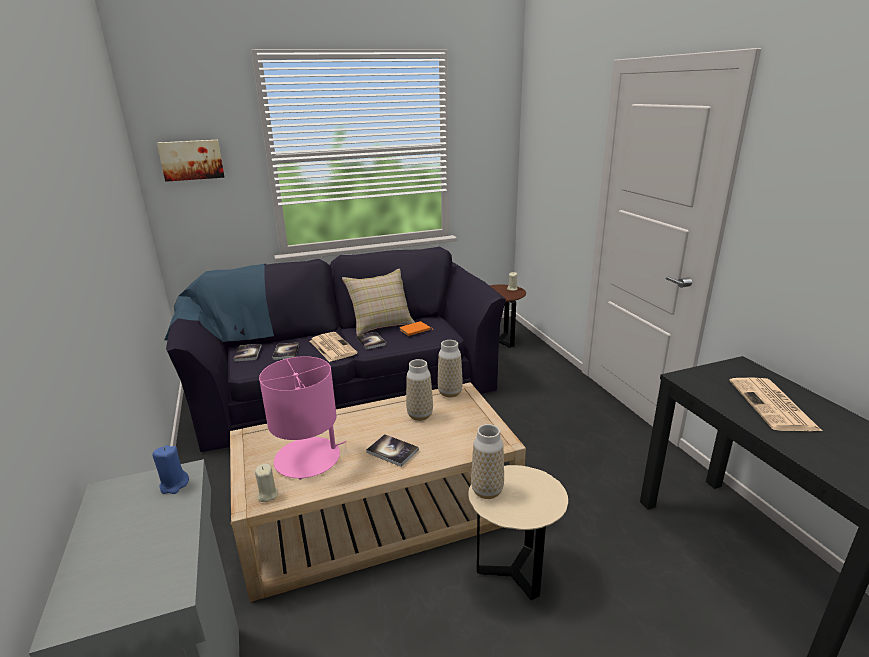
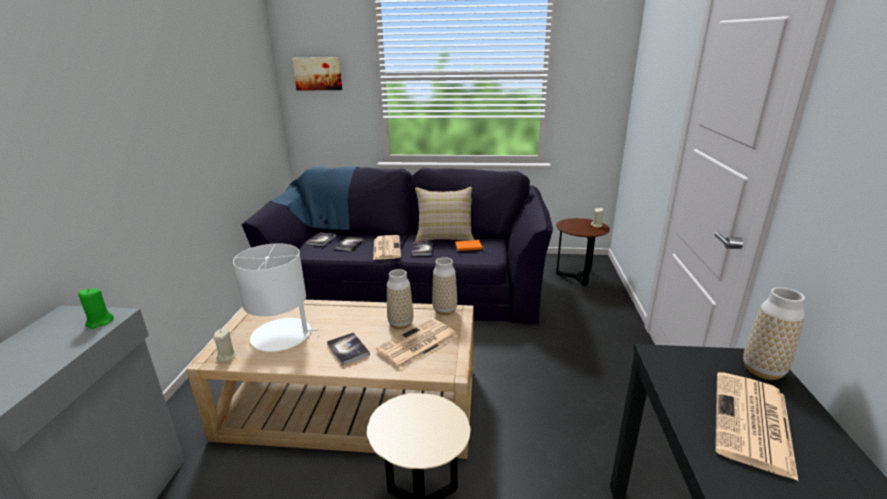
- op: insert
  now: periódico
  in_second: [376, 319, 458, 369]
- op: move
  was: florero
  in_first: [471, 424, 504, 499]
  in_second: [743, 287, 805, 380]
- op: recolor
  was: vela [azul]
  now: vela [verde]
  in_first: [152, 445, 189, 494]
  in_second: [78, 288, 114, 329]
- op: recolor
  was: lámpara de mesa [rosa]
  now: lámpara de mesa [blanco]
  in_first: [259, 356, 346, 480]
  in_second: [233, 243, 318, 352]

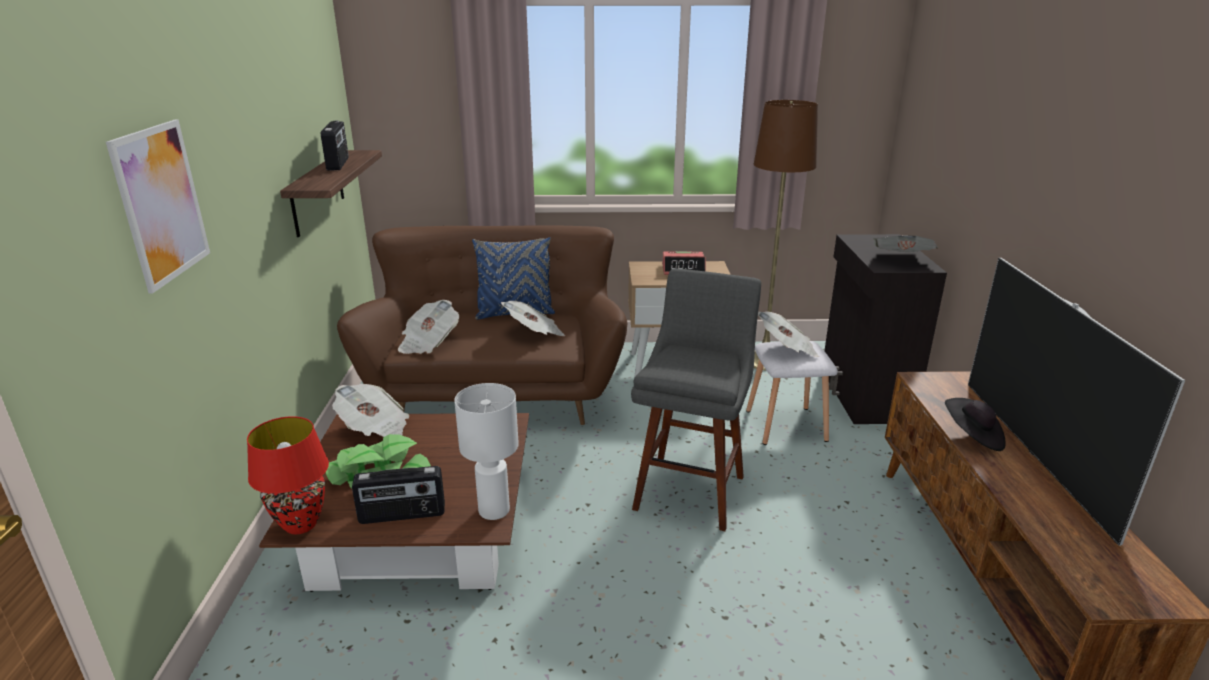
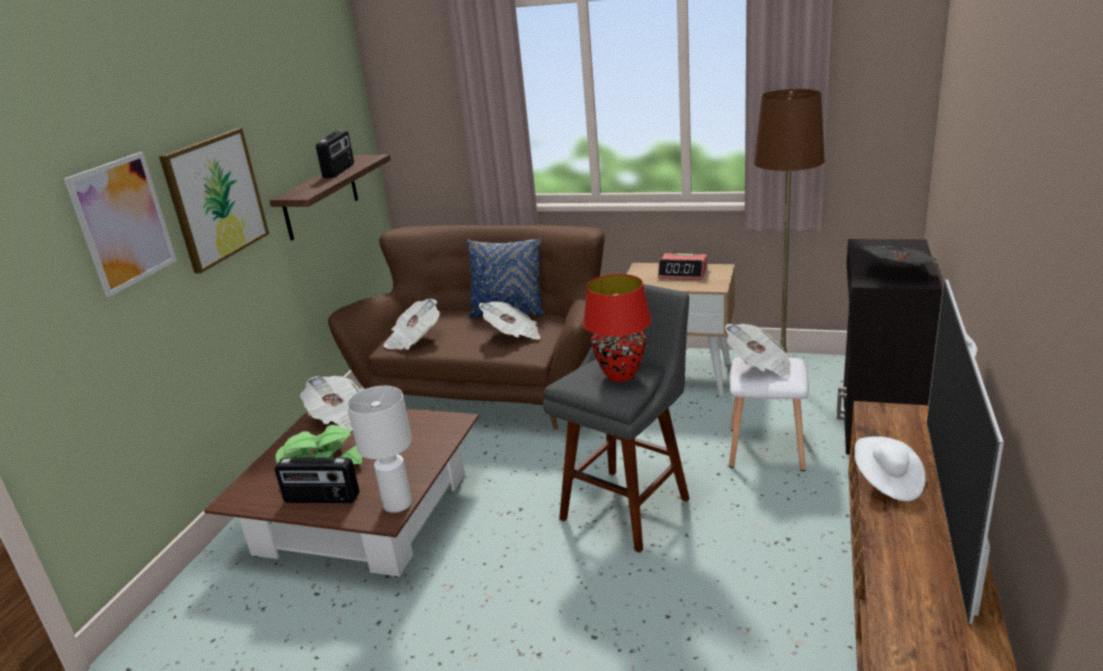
- op: insert
  now: cuadro
  in_second: [159, 128, 269, 273]
- op: move
  was: lámpara de mesa [rojo]
  in_first: [247, 416, 329, 534]
  in_second: [583, 274, 652, 382]
- op: recolor
  was: sombrero [negro]
  now: sombrero [blanco]
  in_first: [945, 398, 1006, 451]
  in_second: [855, 436, 926, 501]

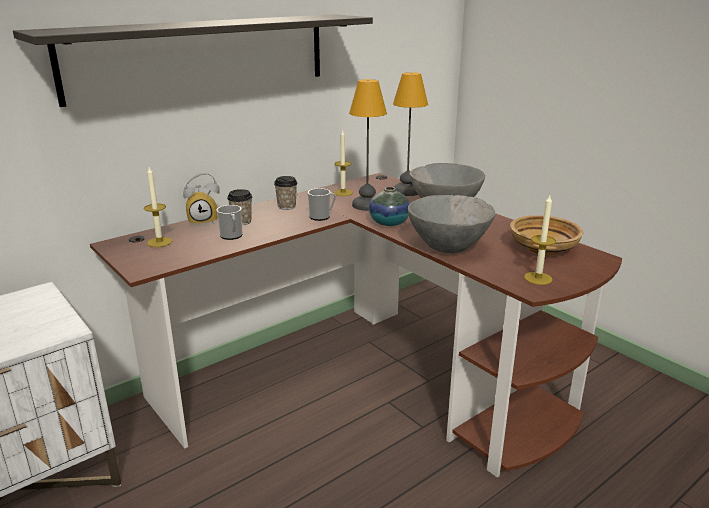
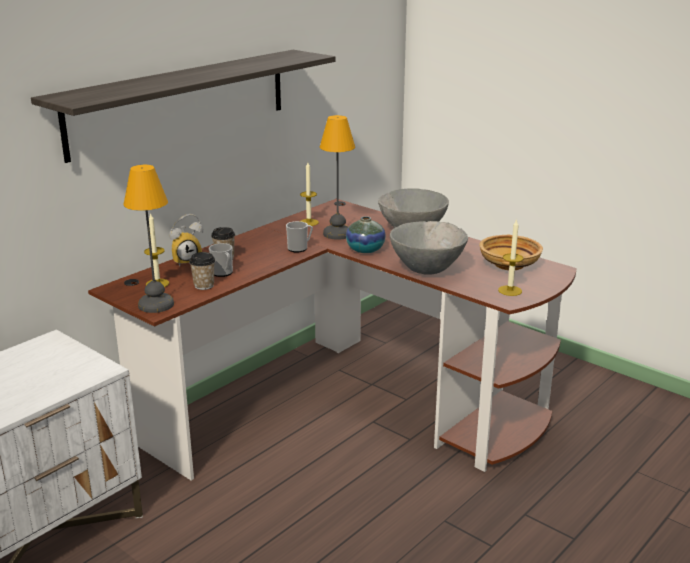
- op: move
  was: taza
  in_first: [274, 176, 297, 210]
  in_second: [189, 252, 215, 290]
- op: move
  was: lámpara de mesa
  in_first: [393, 72, 428, 196]
  in_second: [123, 165, 174, 313]

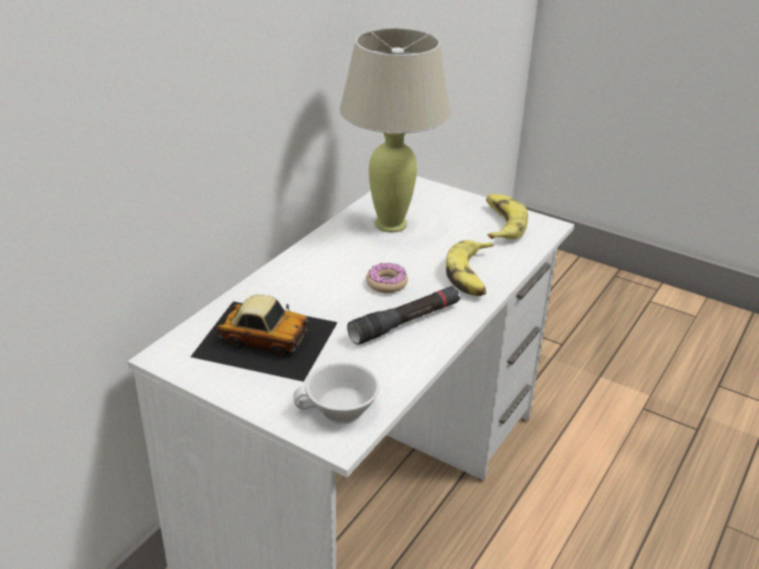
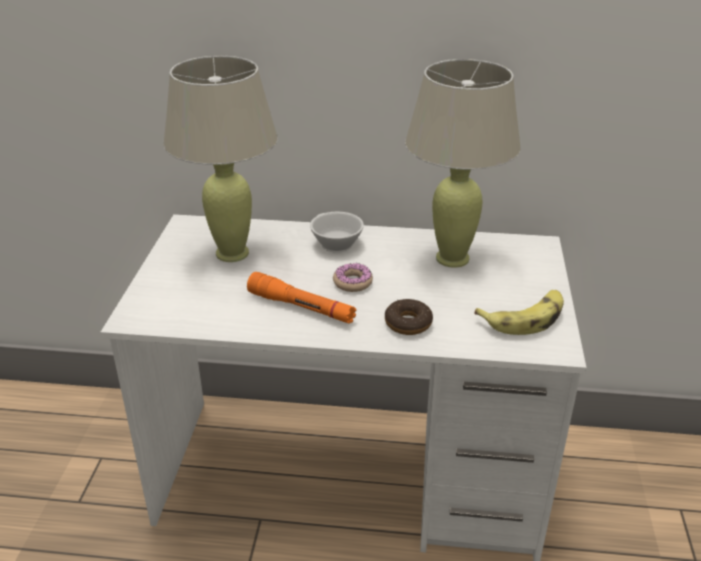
- op: move
  was: taza [blanco]
  in_first: [293, 362, 380, 424]
  in_second: [310, 212, 364, 253]
- op: replace
  was: coche de juguete
  now: lámpara de mesa [beis]
  in_first: [191, 295, 338, 382]
  in_second: [163, 56, 278, 262]
- op: replace
  was: plátano
  now: rosquilla
  in_first: [446, 240, 494, 296]
  in_second: [385, 299, 433, 335]
- op: recolor
  was: linterna [negro]
  now: linterna [naranja]
  in_first: [347, 286, 460, 345]
  in_second: [247, 272, 356, 324]

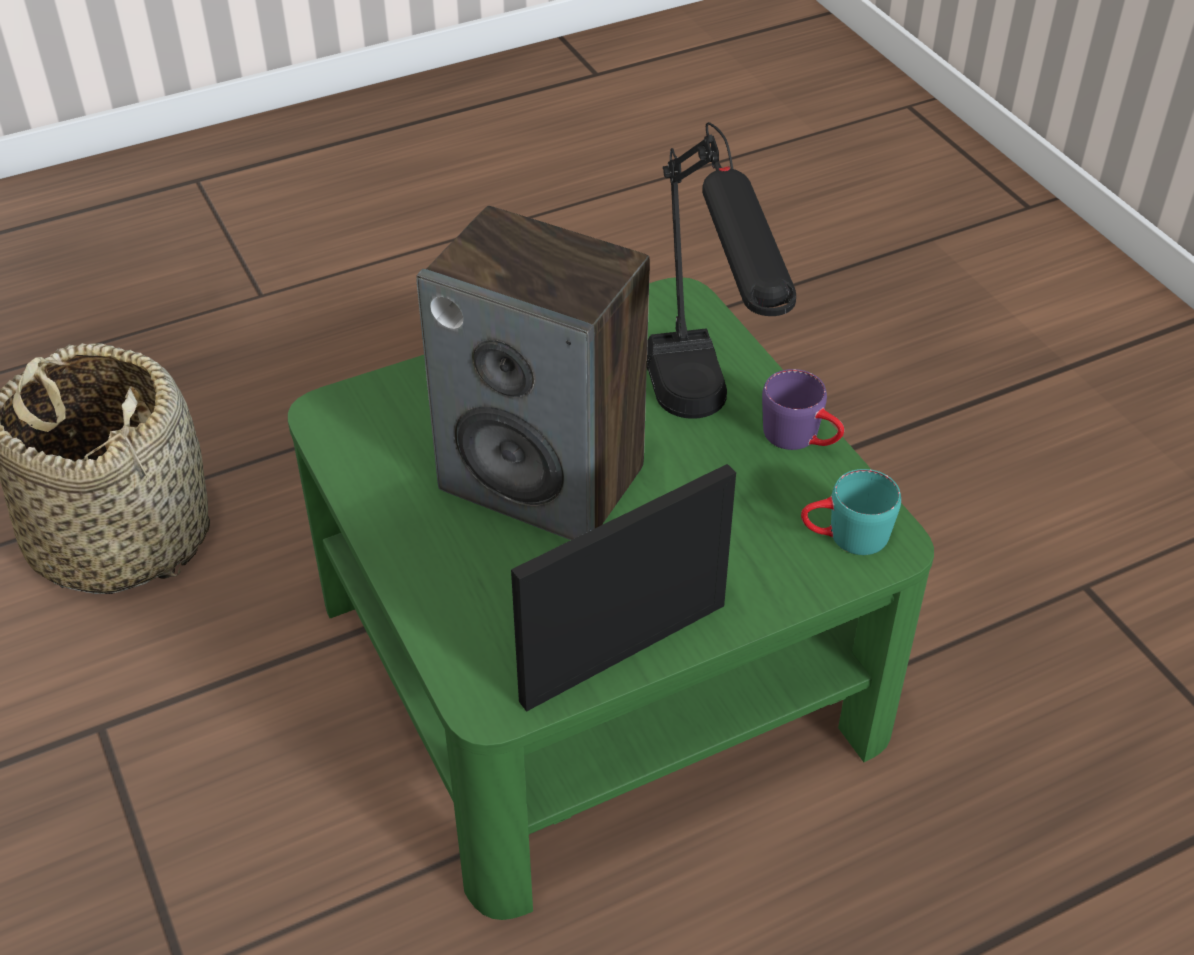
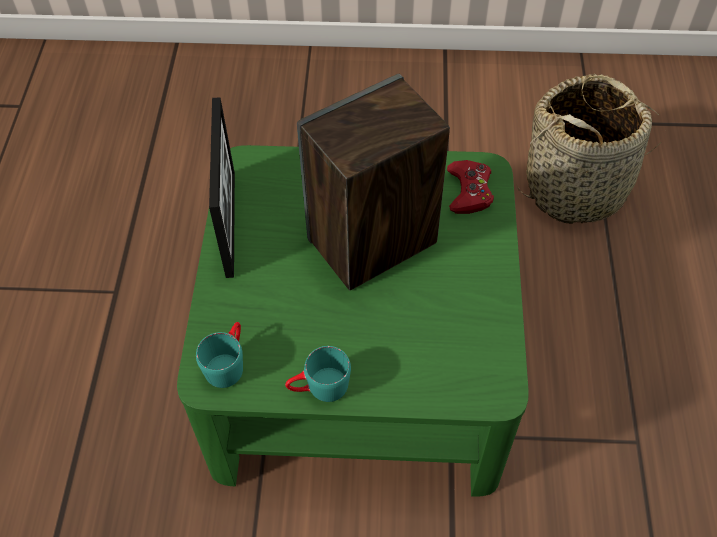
- op: delete
  was: lámpara de mesa [negro]
  in_first: [647, 122, 796, 419]
- op: insert
  now: mando de consola [rojo]
  in_second: [447, 160, 494, 214]
- op: recolor
  was: taza grande [morado]
  now: taza grande [turquesa]
  in_first: [762, 369, 844, 450]
  in_second: [285, 346, 351, 402]

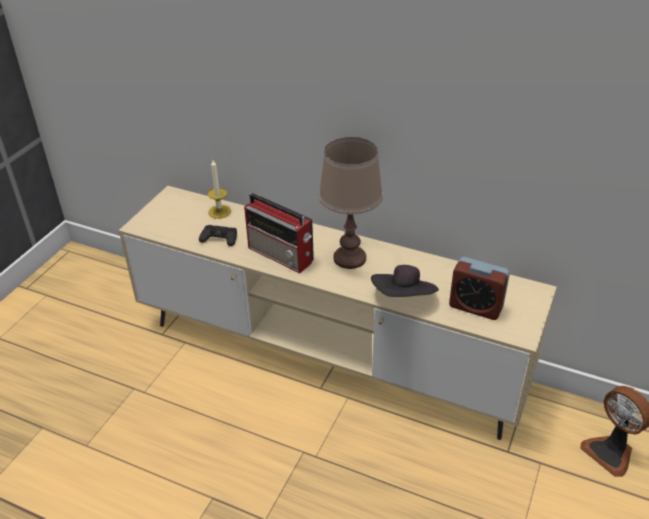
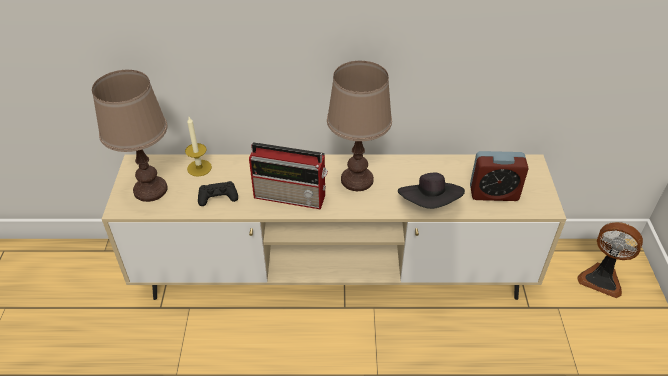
- op: insert
  now: lámpara de mesa [marrón]
  in_second: [92, 70, 168, 202]

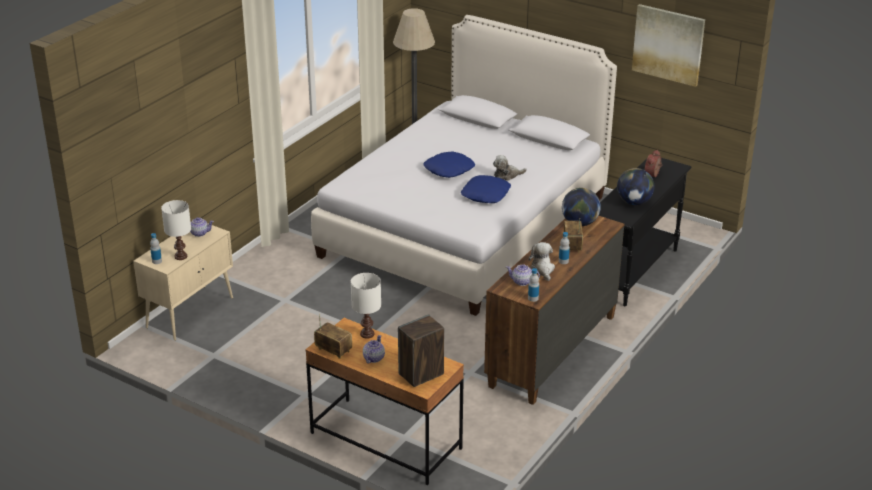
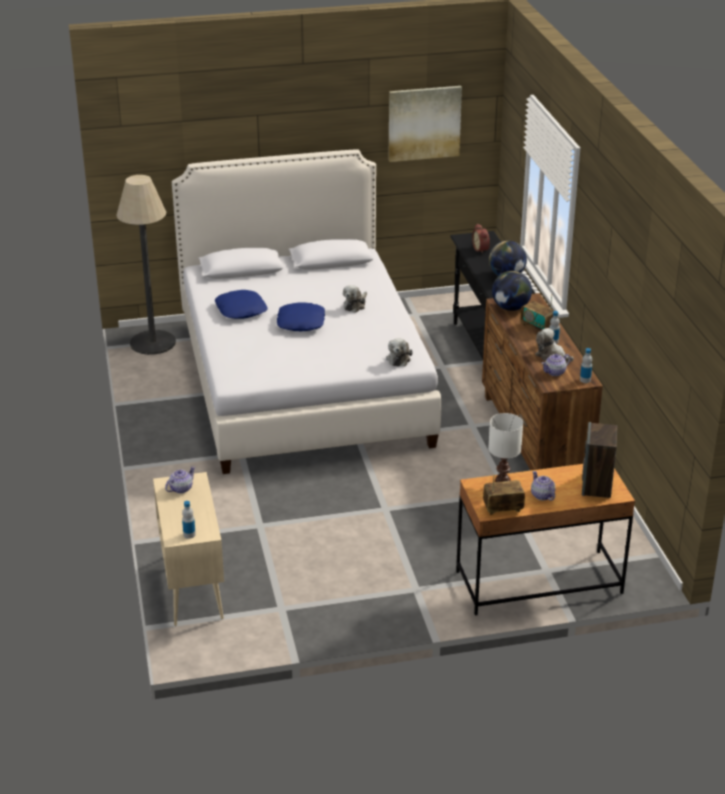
- op: delete
  was: lámpara de mesa [blanco]
  in_first: [161, 200, 191, 260]
- op: insert
  now: peluche
  in_second: [386, 338, 413, 366]
- op: move
  was: cojín [azul]
  in_first: [461, 175, 511, 203]
  in_second: [215, 290, 268, 319]

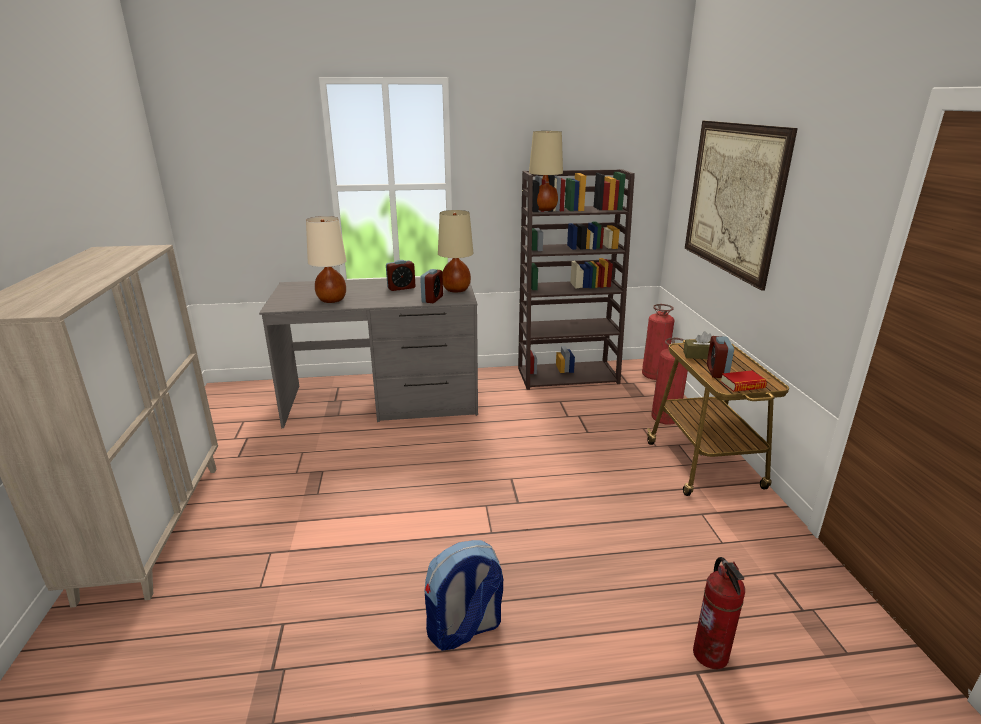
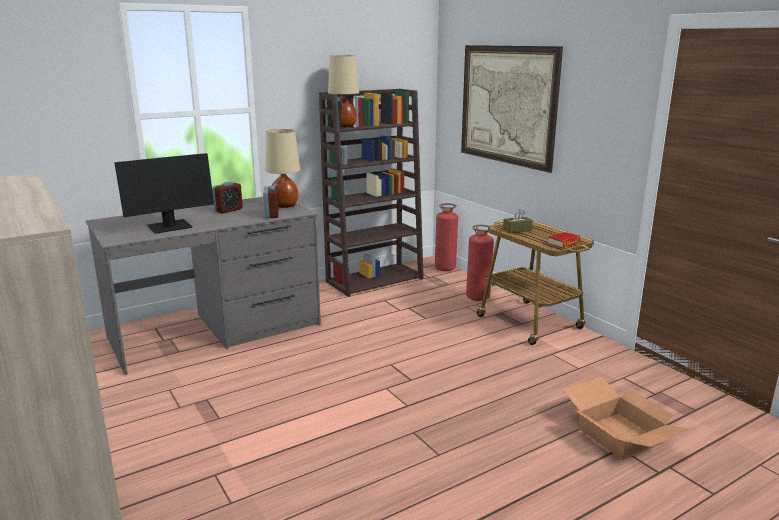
- op: delete
  was: mochila
  in_first: [425, 540, 503, 651]
- op: delete
  was: despertador
  in_first: [707, 336, 734, 378]
- op: replace
  was: lámpara de mesa [beis]
  now: monitor
  in_first: [306, 216, 347, 303]
  in_second: [114, 153, 214, 234]
- op: replace
  was: extintor
  now: caja de cartón
  in_first: [693, 557, 745, 669]
  in_second: [563, 377, 691, 460]

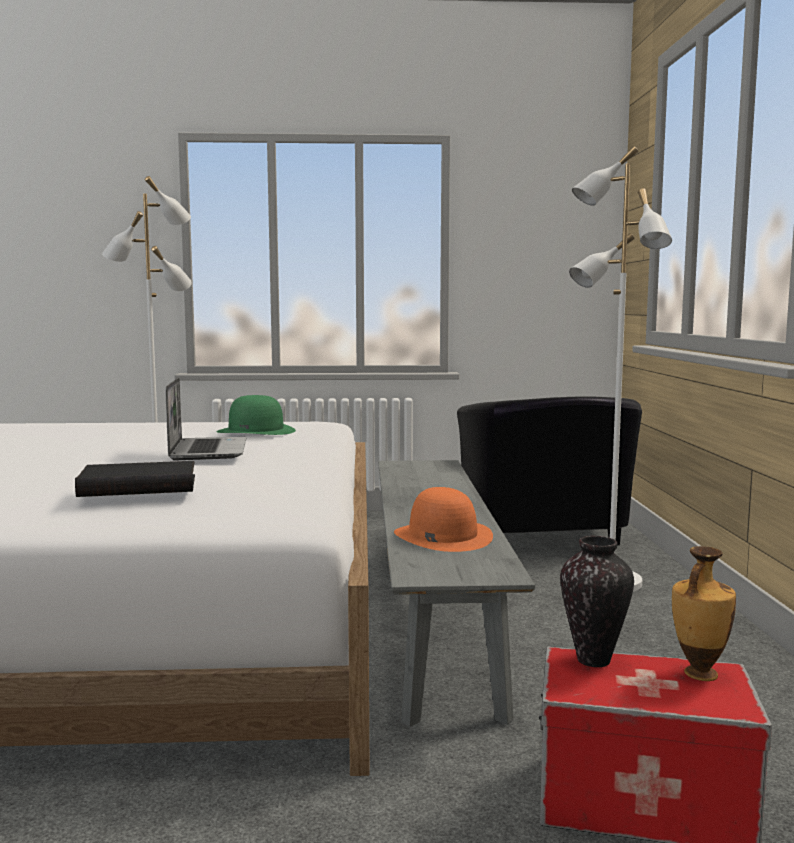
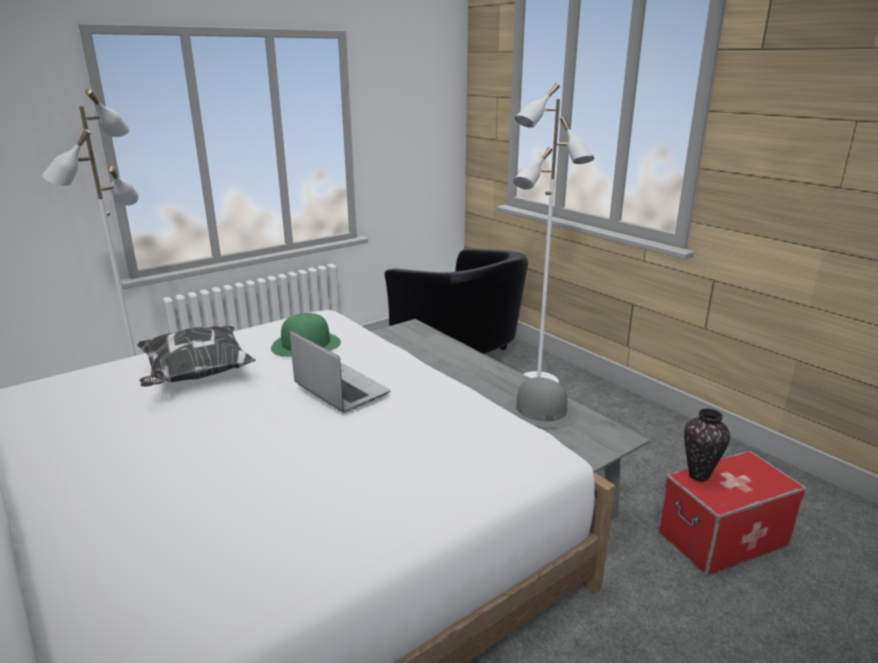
- op: delete
  was: libro [negro]
  in_first: [75, 461, 195, 497]
- op: delete
  was: florero
  in_first: [672, 546, 736, 681]
- op: insert
  now: cojín
  in_second: [137, 326, 256, 387]
- op: recolor
  was: sombrero [naranja]
  now: sombrero [gris]
  in_first: [394, 487, 493, 552]
  in_second: [505, 377, 578, 428]

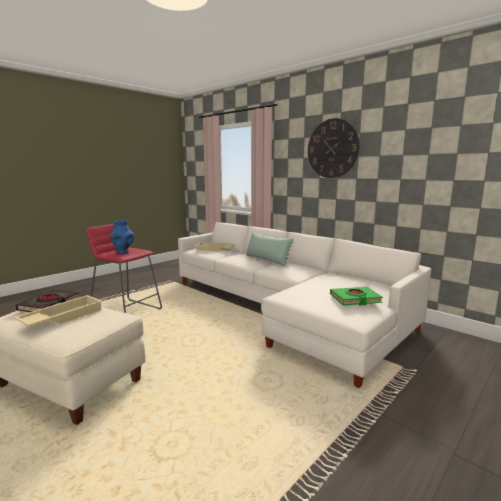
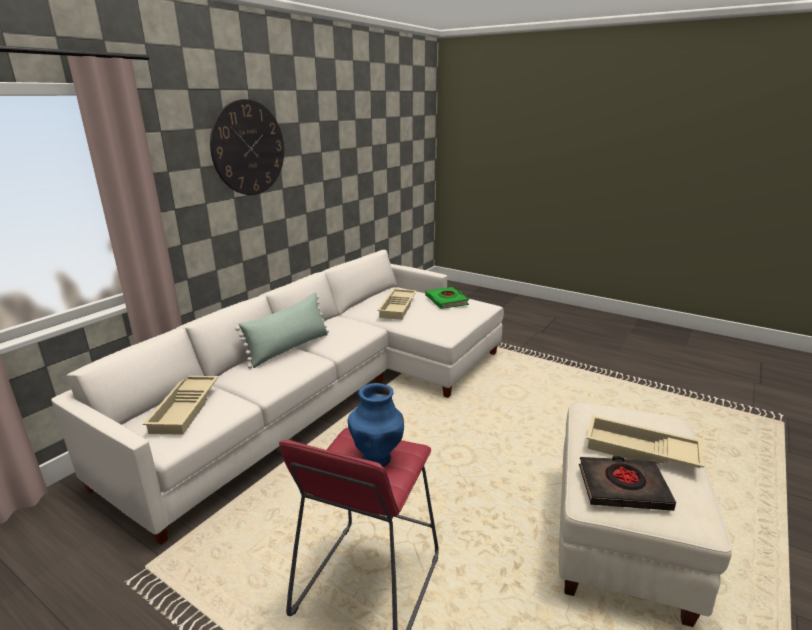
- op: insert
  now: bandeja [beis]
  in_second: [377, 289, 416, 320]

